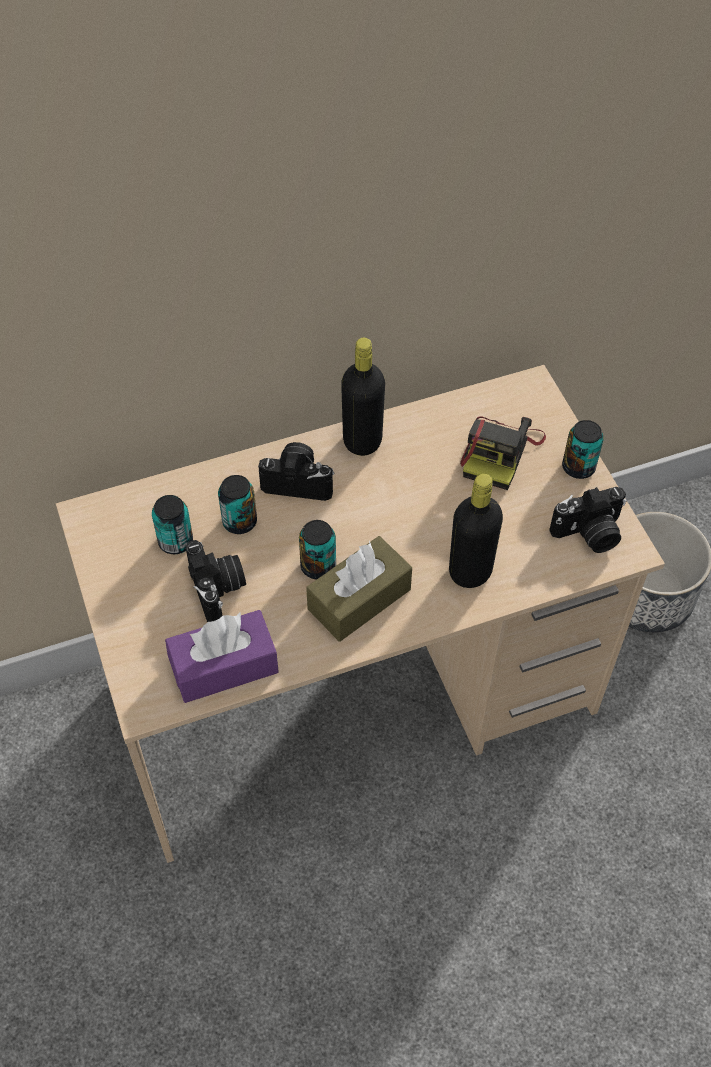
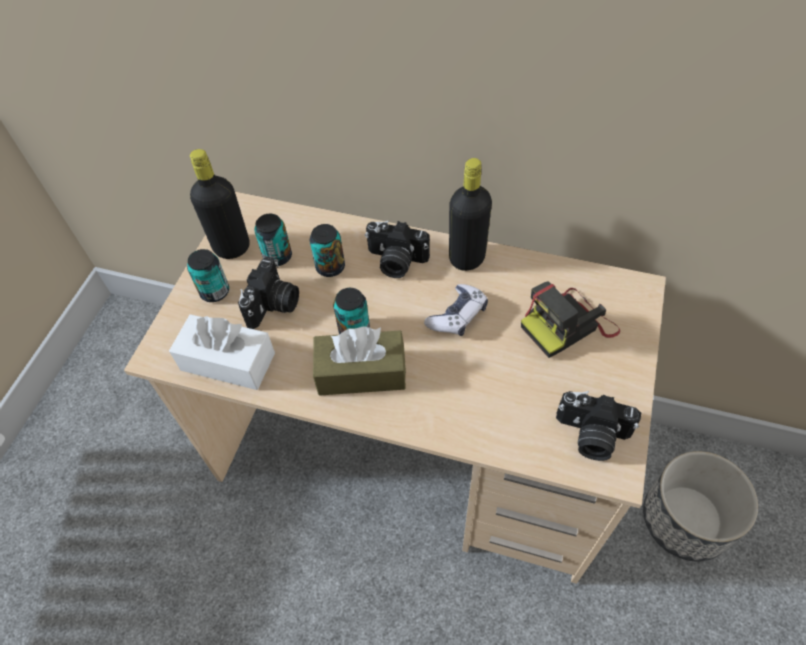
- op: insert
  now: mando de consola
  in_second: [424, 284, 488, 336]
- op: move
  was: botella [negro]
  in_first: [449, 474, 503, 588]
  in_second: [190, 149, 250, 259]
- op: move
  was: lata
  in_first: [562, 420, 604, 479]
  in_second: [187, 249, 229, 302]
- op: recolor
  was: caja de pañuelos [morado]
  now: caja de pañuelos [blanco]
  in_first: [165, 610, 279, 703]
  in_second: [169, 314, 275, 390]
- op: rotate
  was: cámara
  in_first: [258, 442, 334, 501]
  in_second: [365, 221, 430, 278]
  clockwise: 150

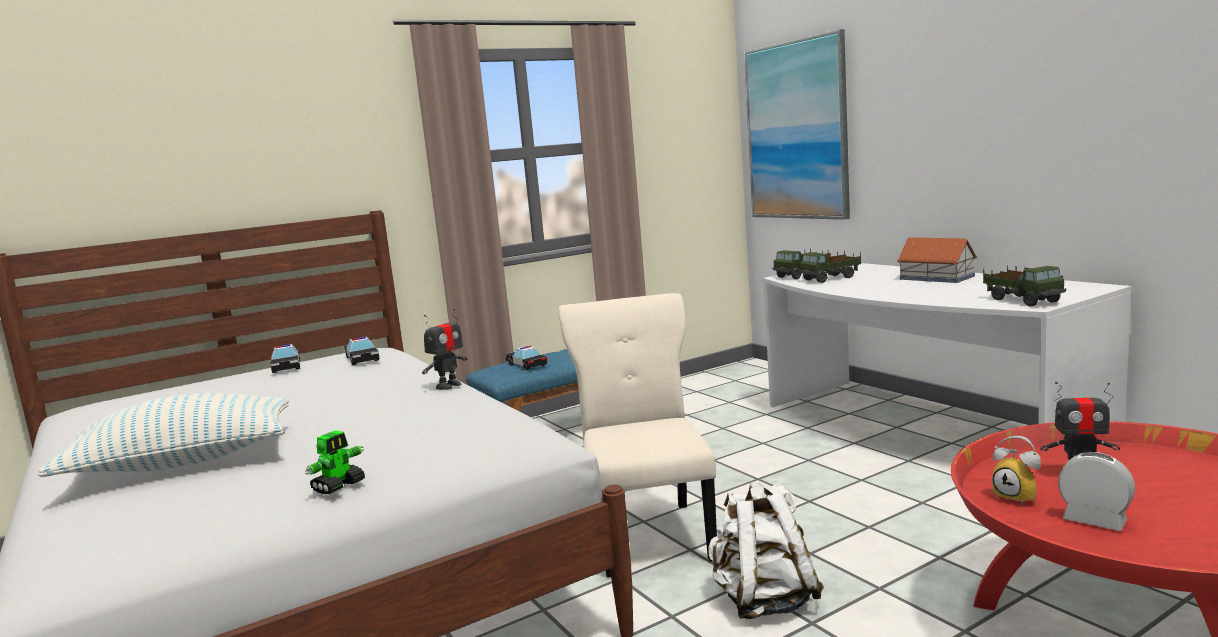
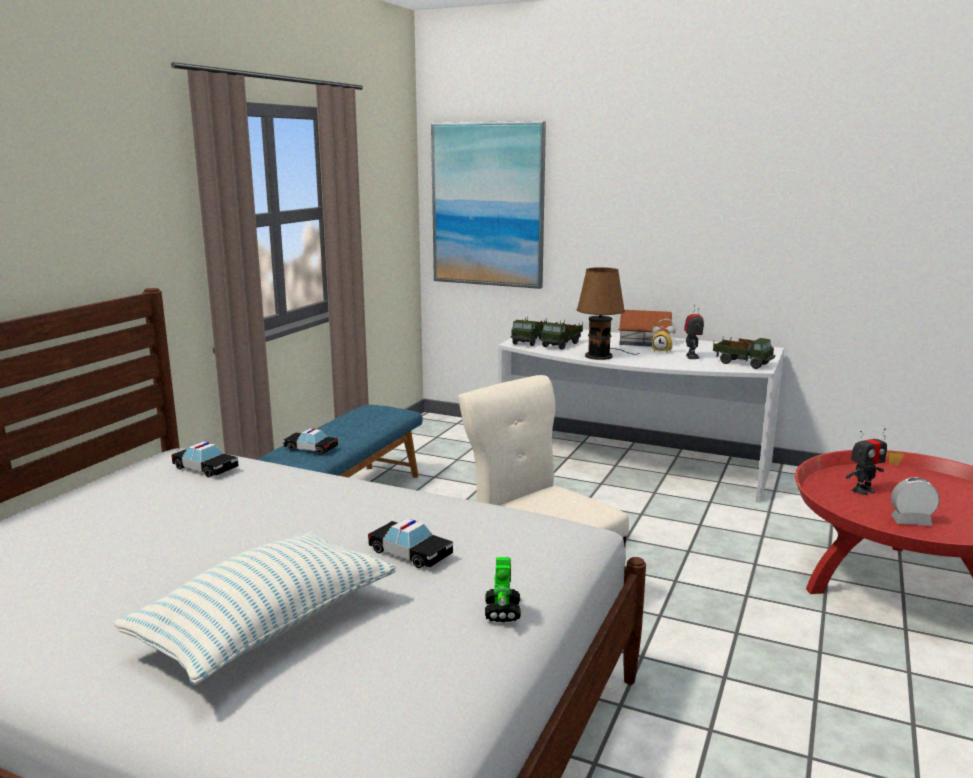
- op: delete
  was: mochila [blanco]
  in_first: [708, 483, 824, 619]
- op: insert
  now: lámpara de mesa [marrón]
  in_second: [577, 267, 639, 360]
- op: move
  was: coche de juguete
  in_first: [270, 344, 300, 373]
  in_second: [368, 518, 453, 568]
- op: move
  was: robot de juguete
  in_first: [422, 309, 467, 390]
  in_second: [684, 305, 704, 359]
- op: move
  was: despertador
  in_first: [992, 436, 1041, 506]
  in_second: [652, 319, 675, 352]

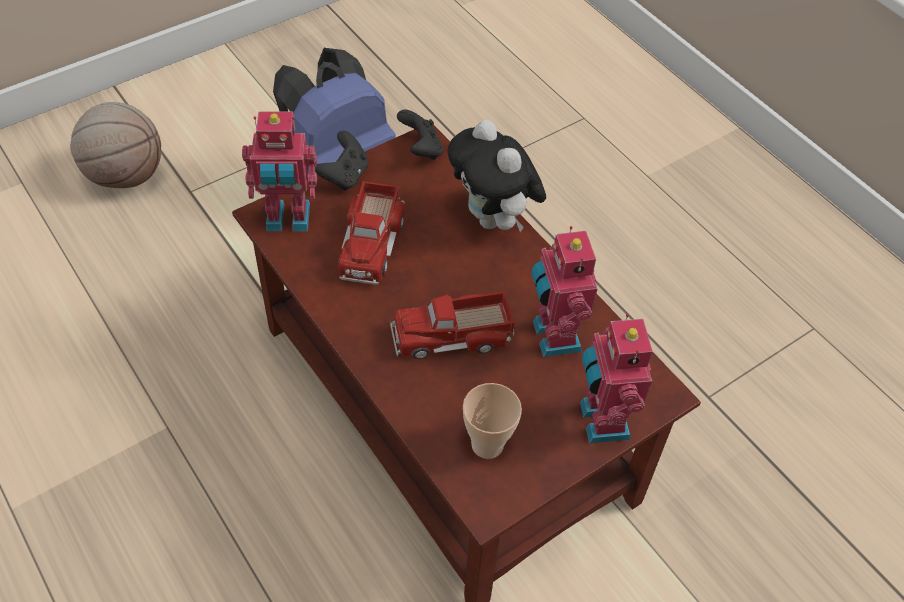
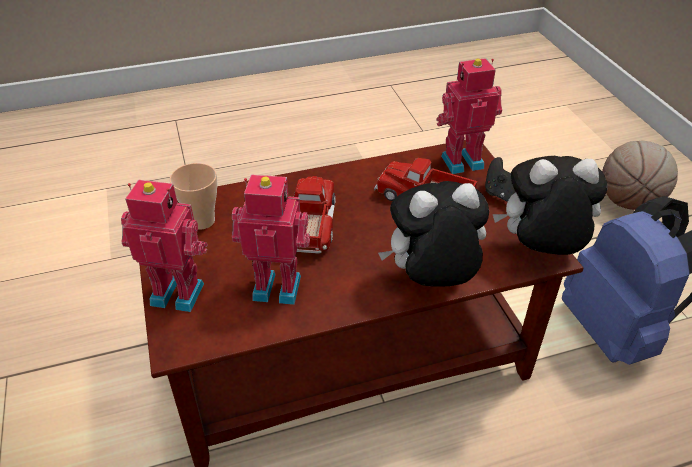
- op: replace
  was: mando de consola [negro]
  now: peluche
  in_first: [397, 110, 443, 160]
  in_second: [493, 156, 607, 255]
- op: rotate
  was: robot de juguete
  in_first: [242, 111, 317, 231]
  in_second: [436, 58, 502, 174]
  clockwise: 60

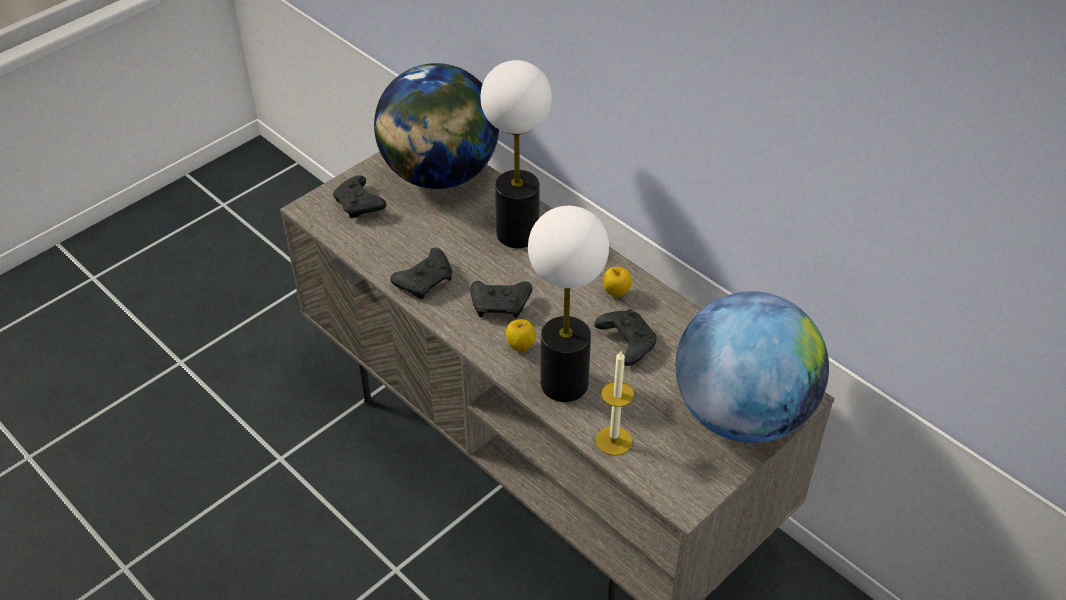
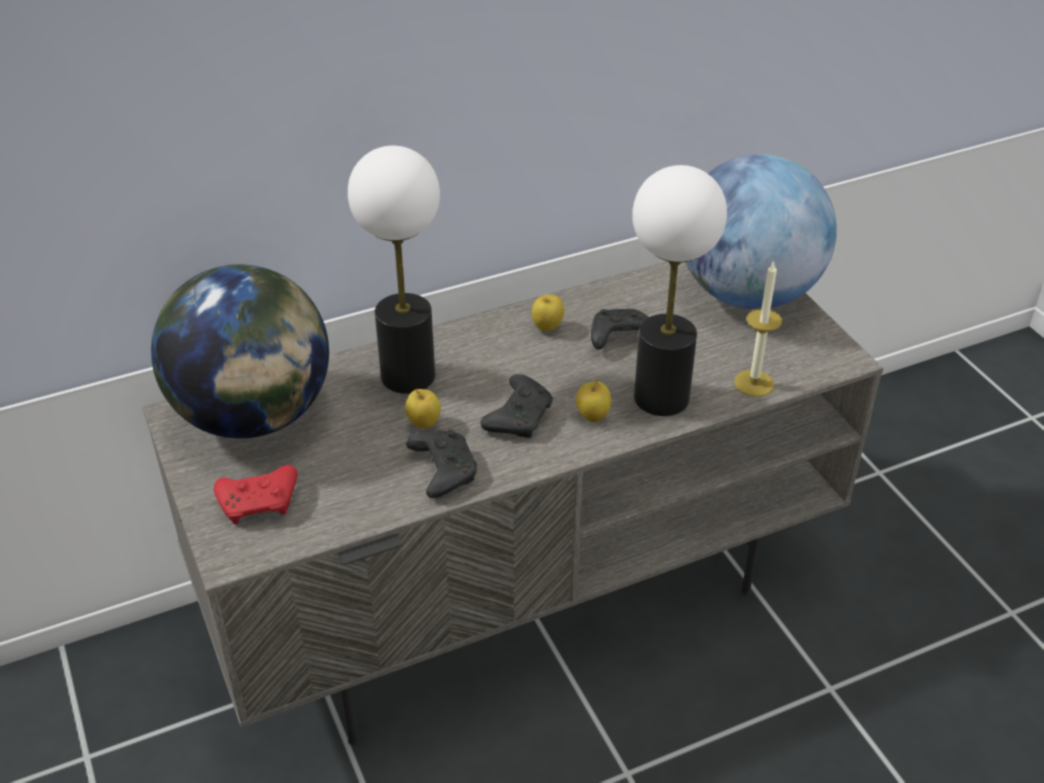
- op: insert
  now: manzana
  in_second: [405, 388, 441, 428]
- op: recolor
  was: mando de consola [negro]
  now: mando de consola [rojo]
  in_first: [333, 175, 386, 218]
  in_second: [214, 465, 297, 524]

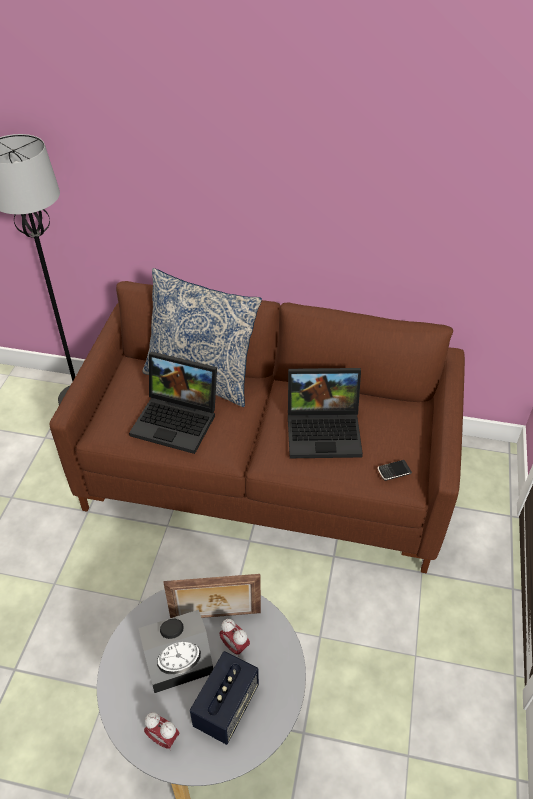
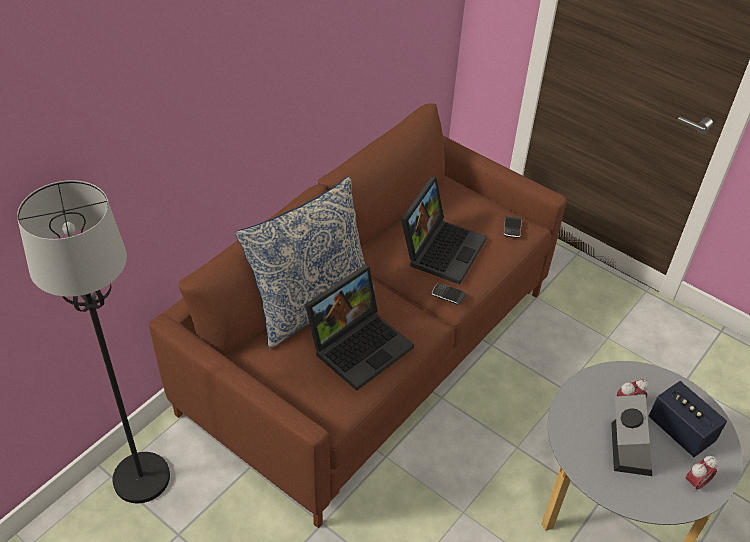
- op: delete
  was: portarretratos
  in_first: [163, 574, 261, 618]
- op: insert
  now: móvil
  in_second: [432, 283, 466, 305]

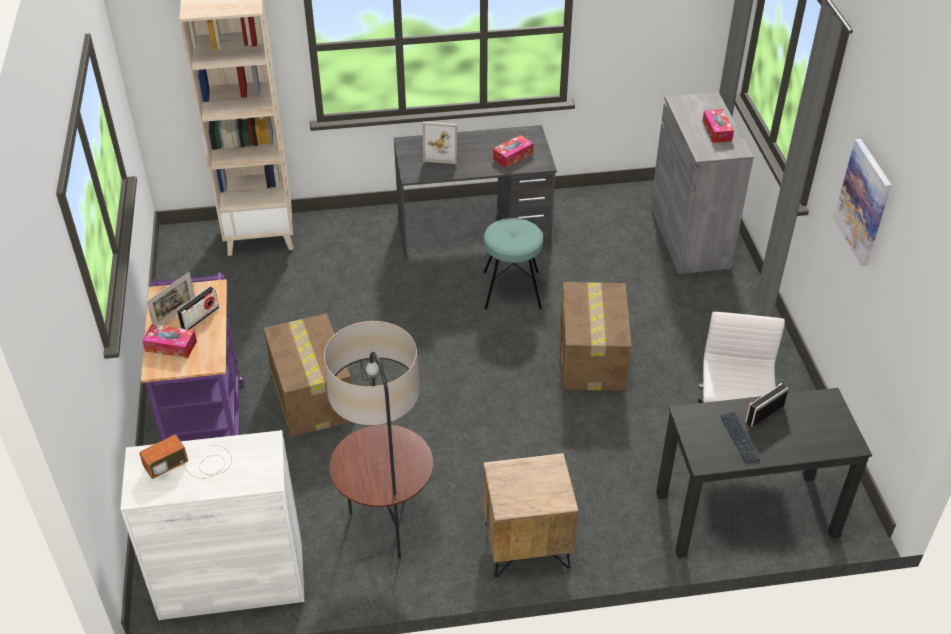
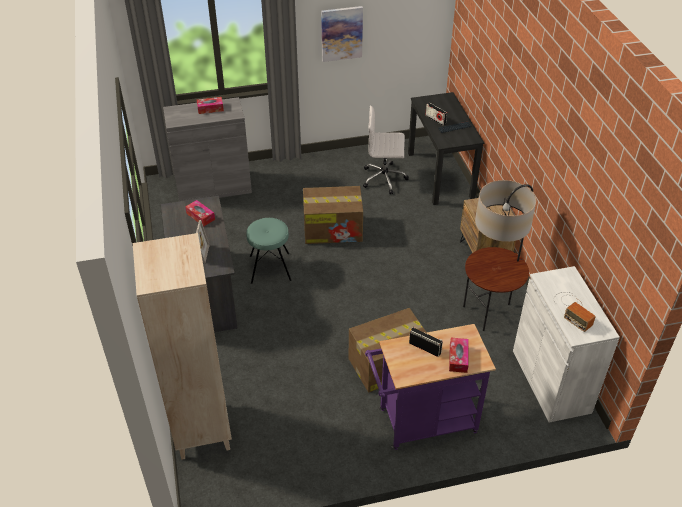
- op: delete
  was: portarretratos
  in_first: [146, 273, 195, 325]

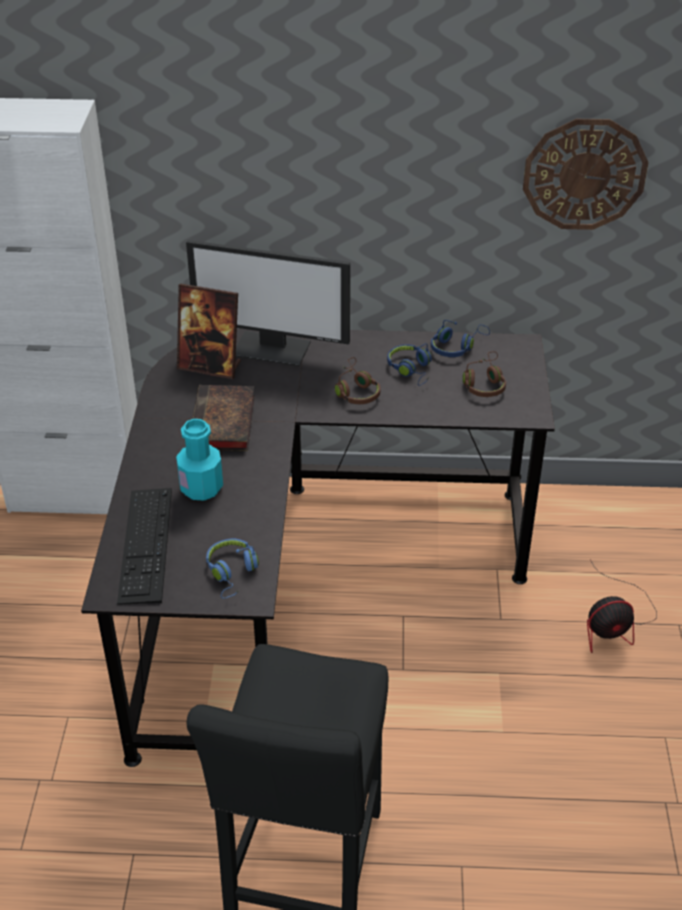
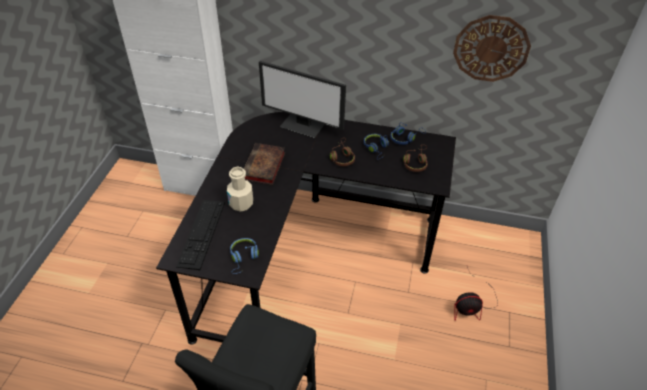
- op: delete
  was: portarretratos
  in_first: [177, 283, 241, 379]
- op: recolor
  was: botella [turquesa]
  now: botella [beis]
  in_first: [176, 419, 223, 501]
  in_second: [227, 167, 253, 212]

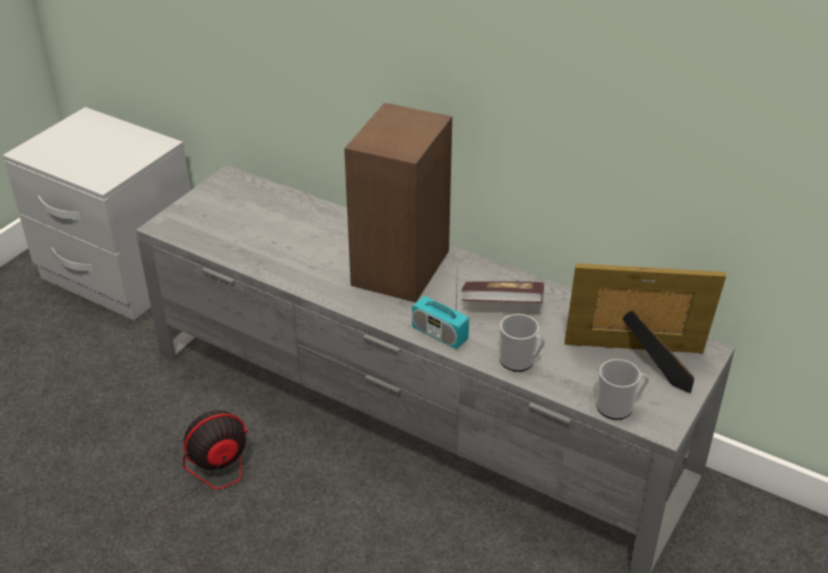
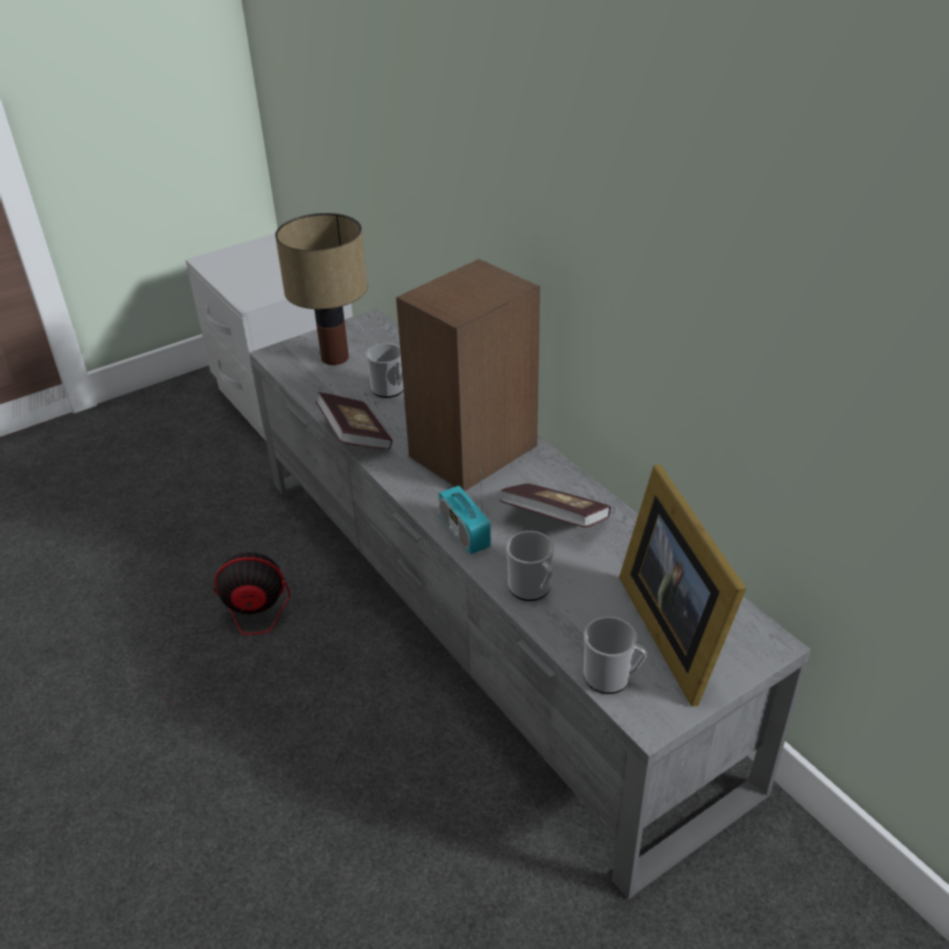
- op: insert
  now: lámpara de mesa
  in_second: [275, 213, 367, 365]
- op: insert
  now: libro
  in_second: [316, 392, 392, 450]
- op: insert
  now: taza grande
  in_second: [366, 343, 404, 398]
- op: rotate
  was: portarretratos
  in_first: [565, 263, 726, 393]
  in_second: [619, 464, 747, 707]
  clockwise: -135

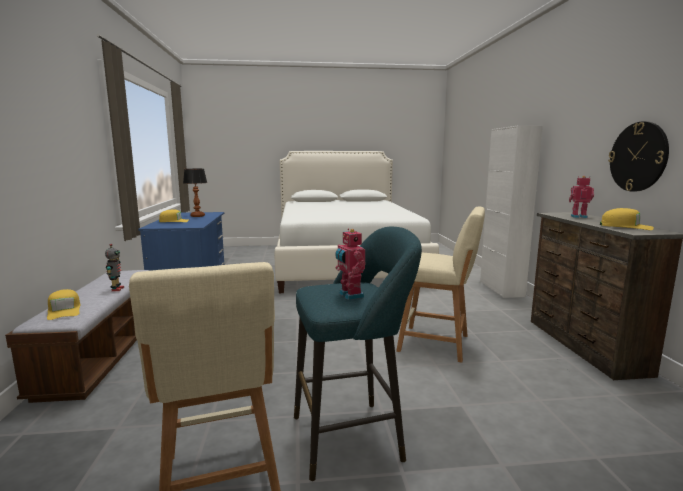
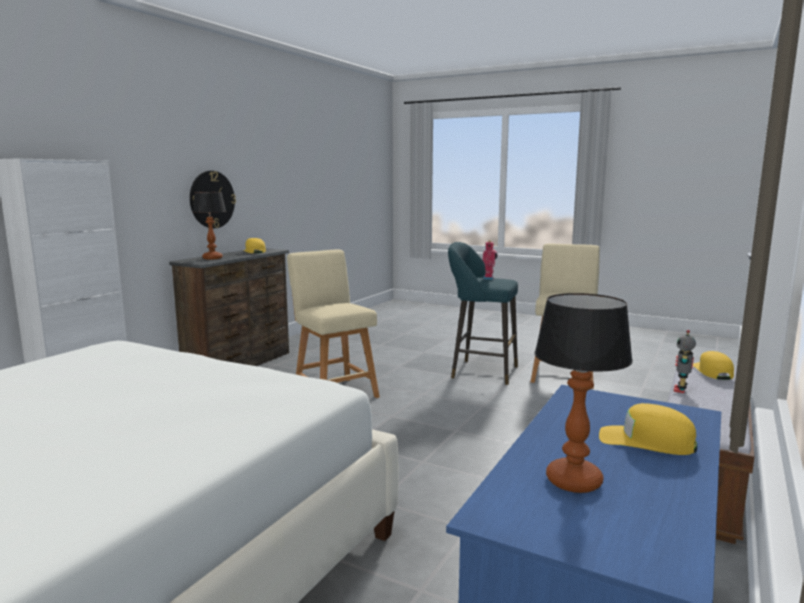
- op: replace
  was: robot de juguete
  now: lámpara de mesa
  in_first: [569, 176, 594, 218]
  in_second: [193, 192, 226, 259]

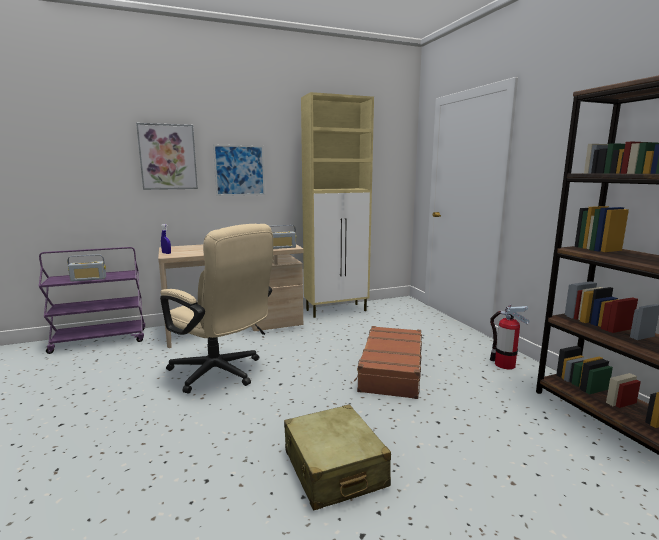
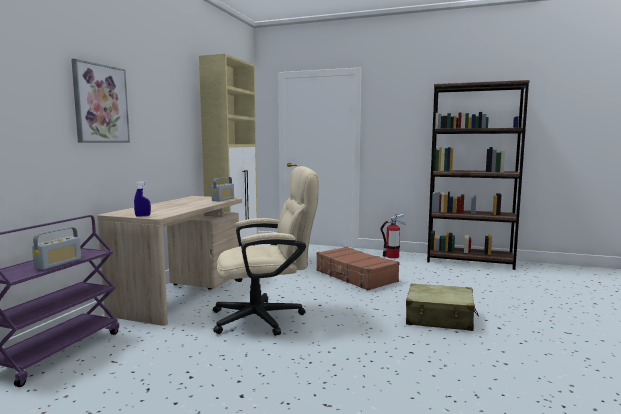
- op: delete
  was: cuadro
  in_first: [213, 145, 265, 196]

